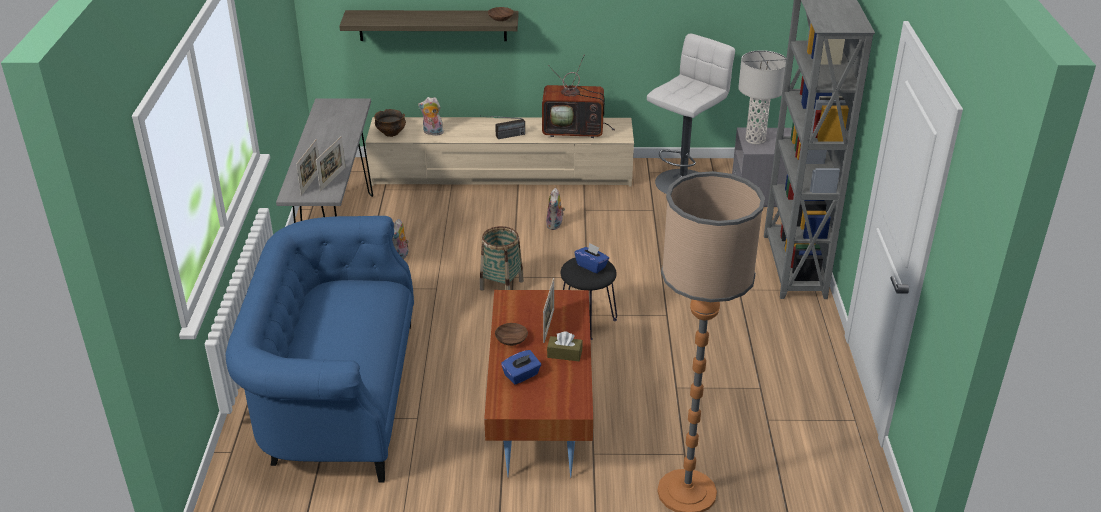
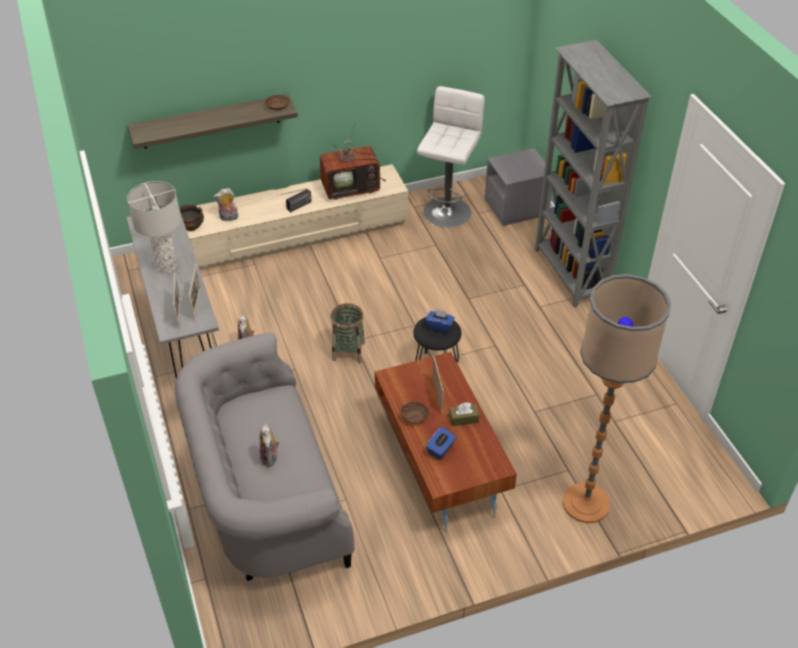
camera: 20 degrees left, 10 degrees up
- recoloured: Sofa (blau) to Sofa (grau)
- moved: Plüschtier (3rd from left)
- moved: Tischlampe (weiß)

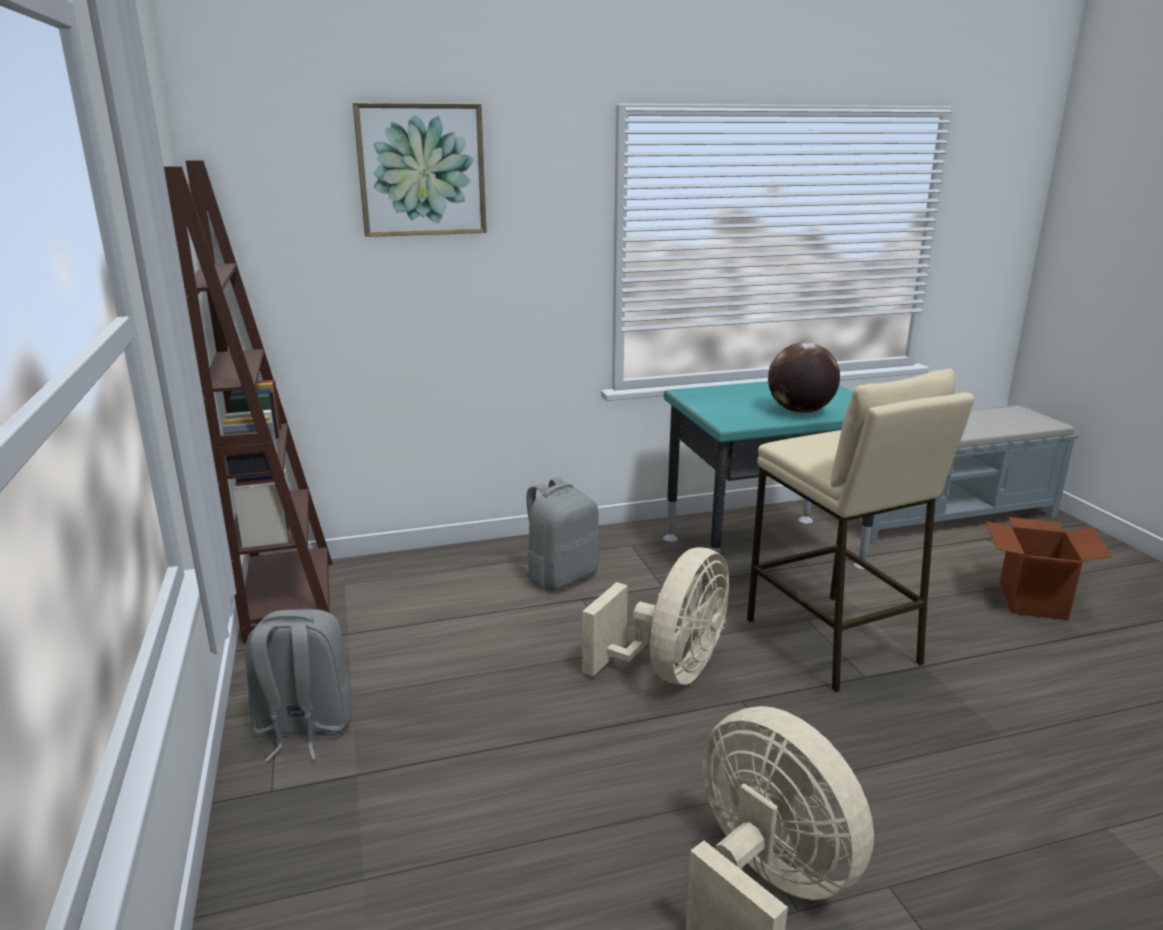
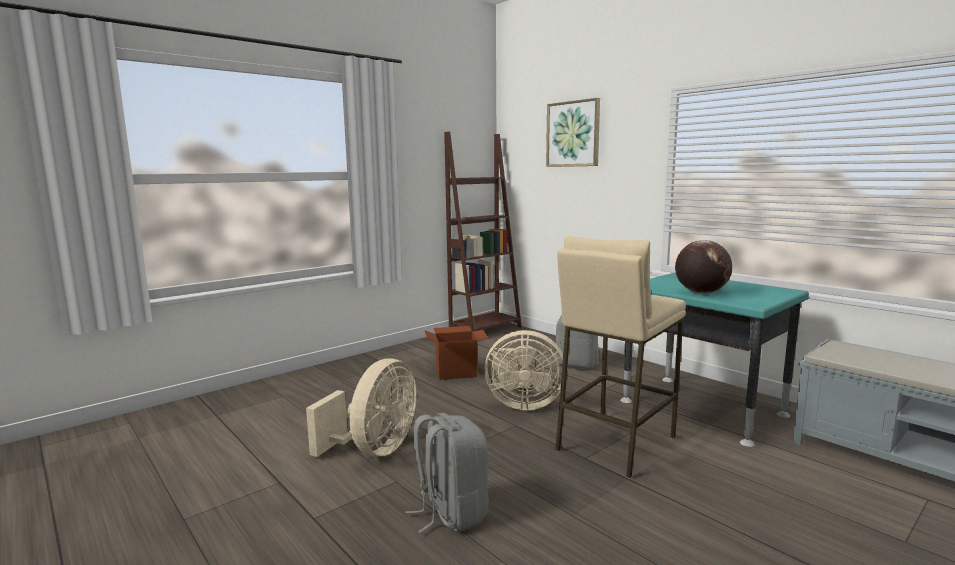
camera: 65 degrees right, 10 degrees down
- moved: Rucksack (grau) (1st from left)
- moved: Karton

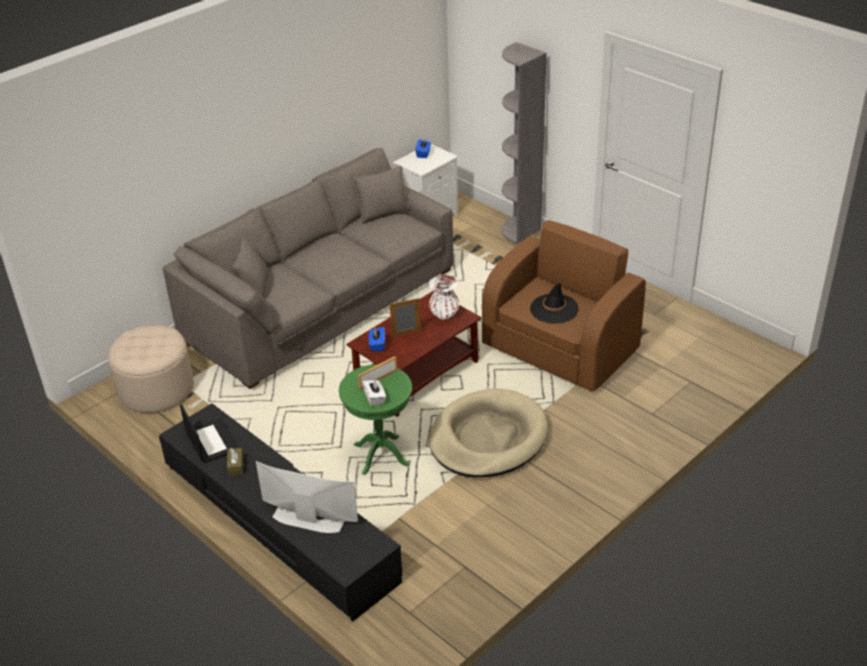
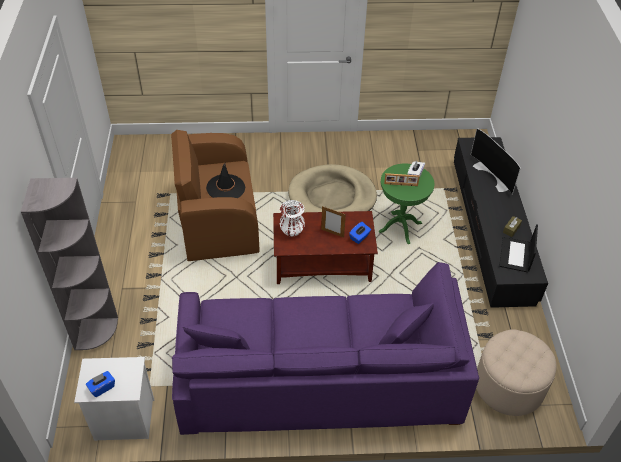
camera: 140 degrees left, 10 degrees up
- recoloured: Sofa (grau) to Sofa (lila)

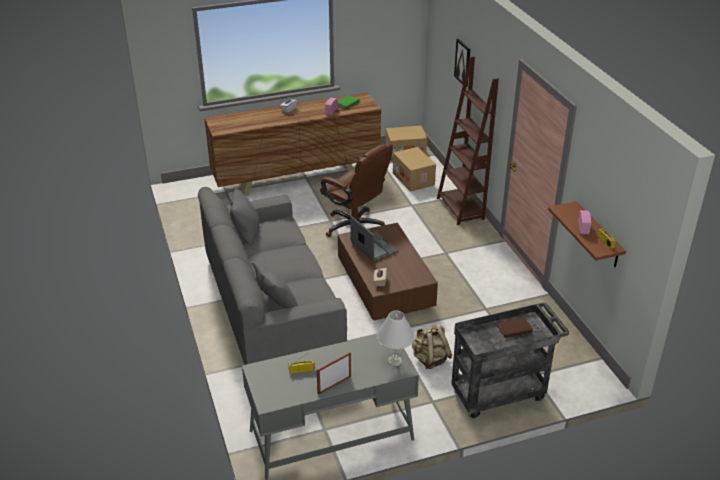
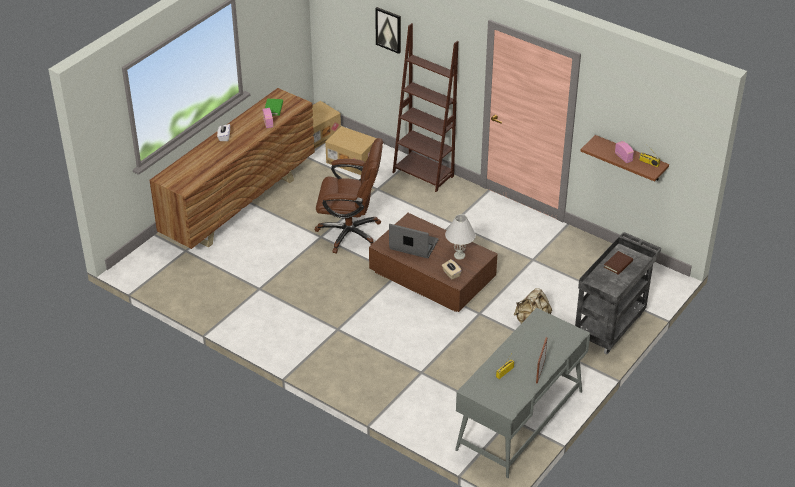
camera: 35 degrees left, 5 degrees up
- removed: Sofa (grau)
- moved: Tischlampe (weiß)

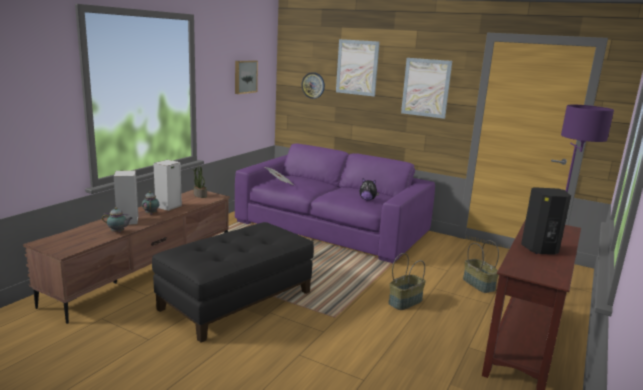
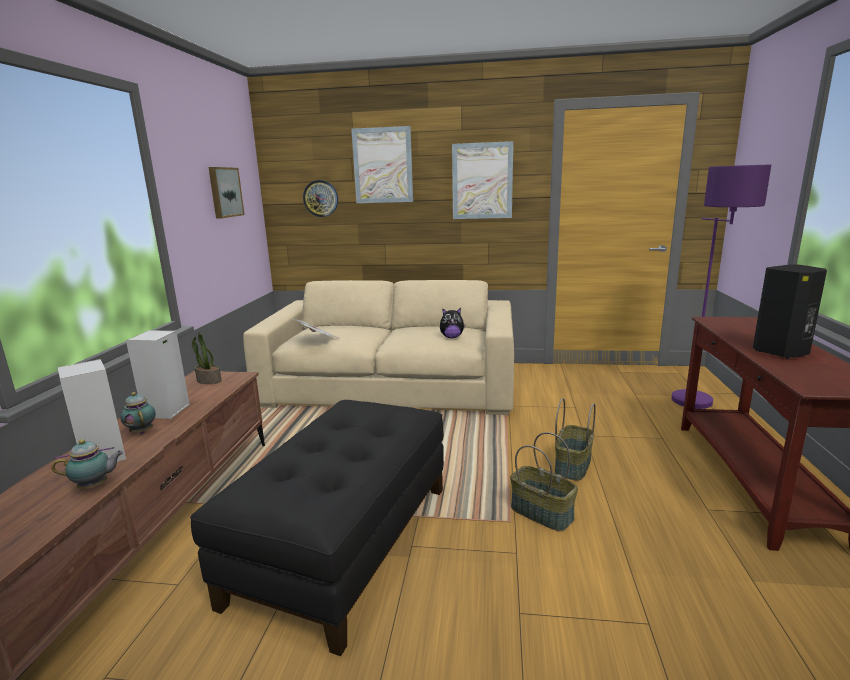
camera: 20 degrees left, 0 degrees up
- recoloured: Sofa (lila) to Sofa (beige)
- moved: Korb (2nd from left in the first image) to Korb (1st from left)

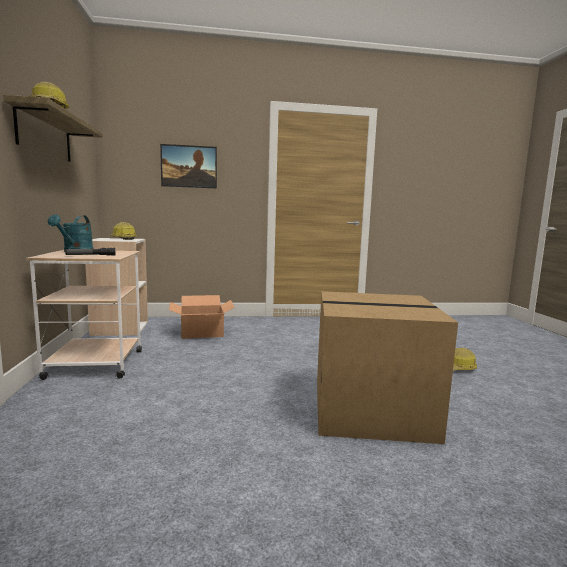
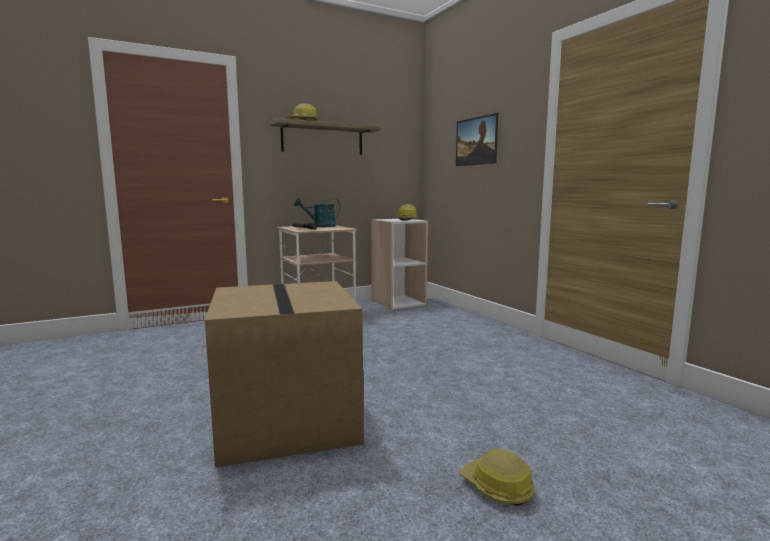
camera: 70 degrees right, 0 degrees up
- removed: Karton (1st from left)

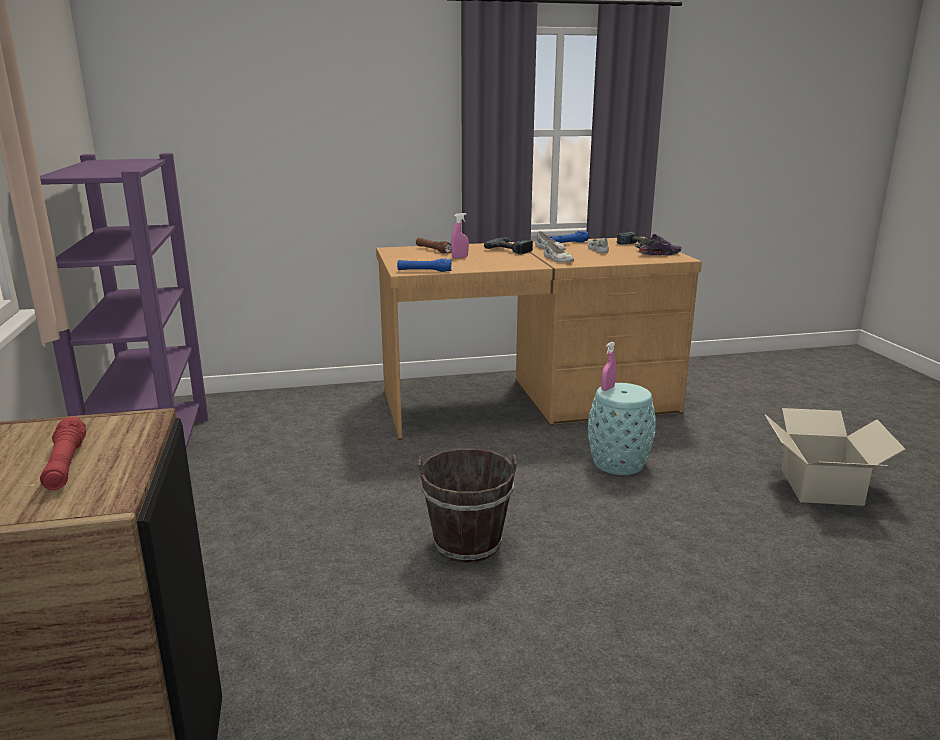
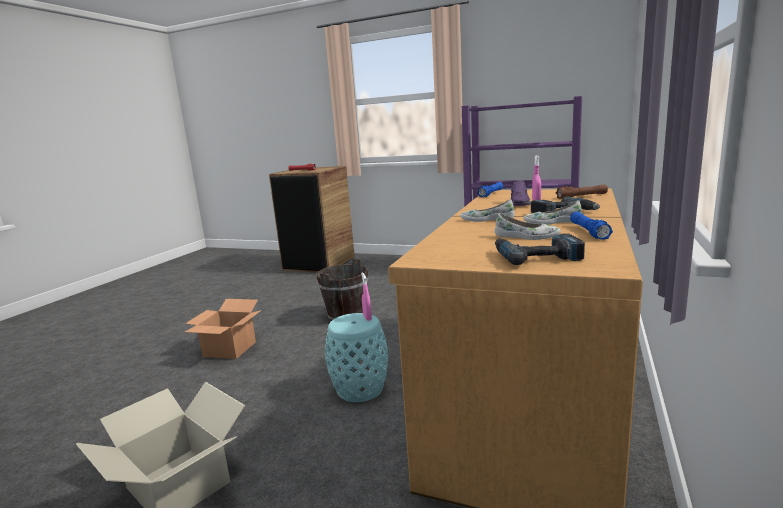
camera: 125 degrees right, 5 degrees down
- moved: Schuh (lila)
- added: Karton (2nd from left)

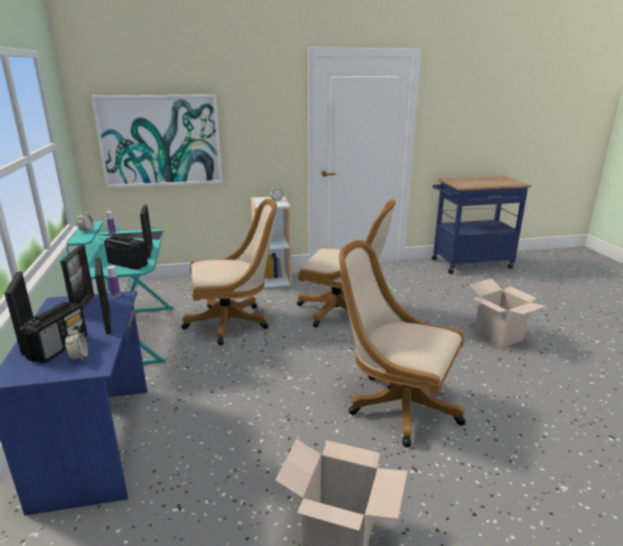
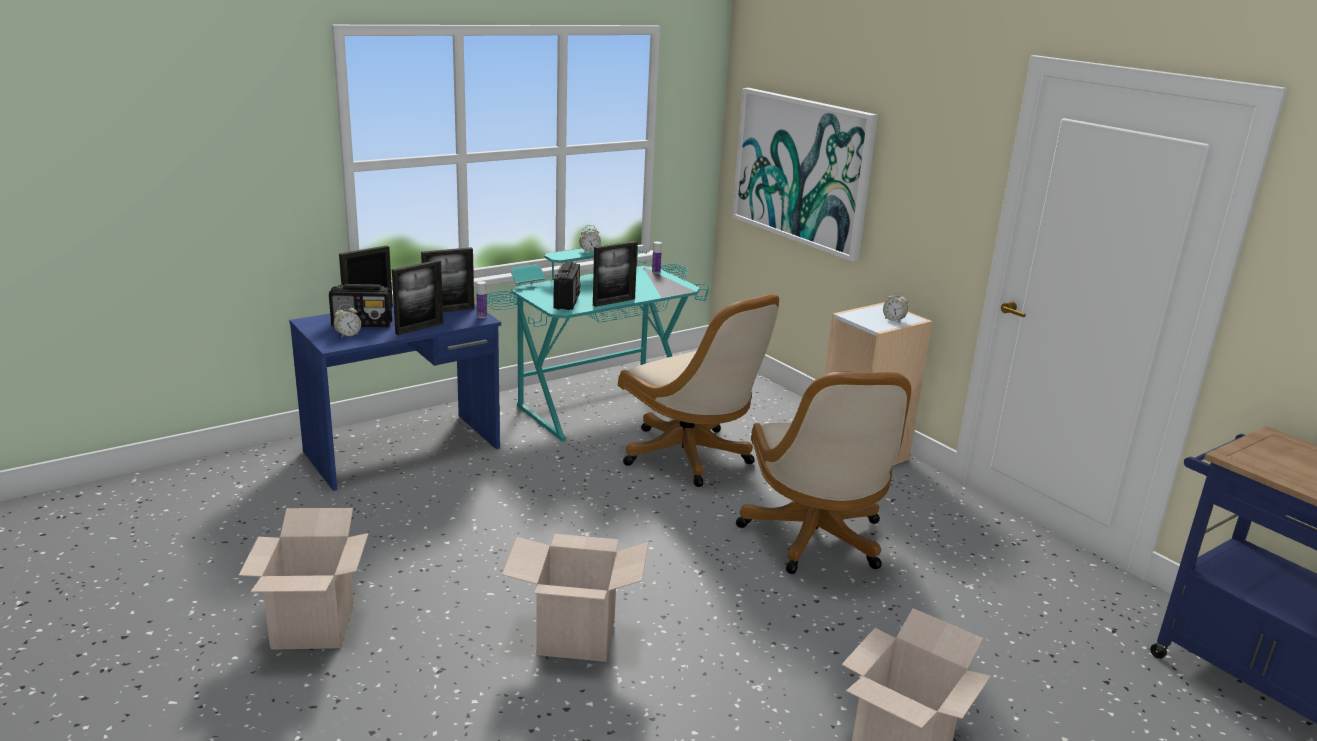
camera: 65 degrees right, 0 degrees up
- replaced: Bürostuhl (3rd from left) to Karton (2nd from left)

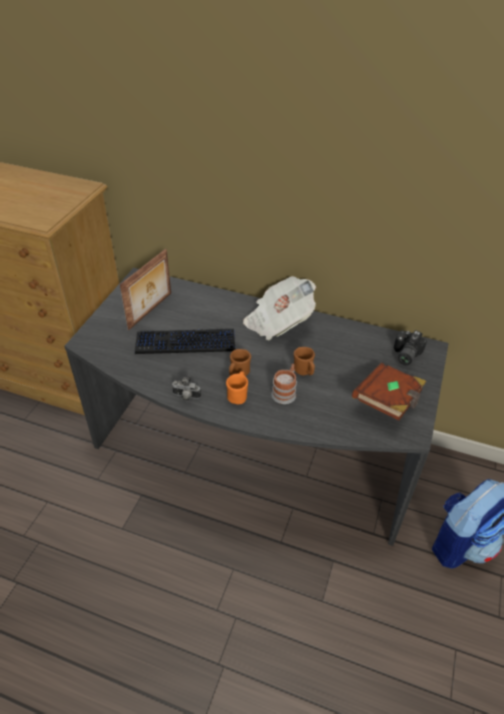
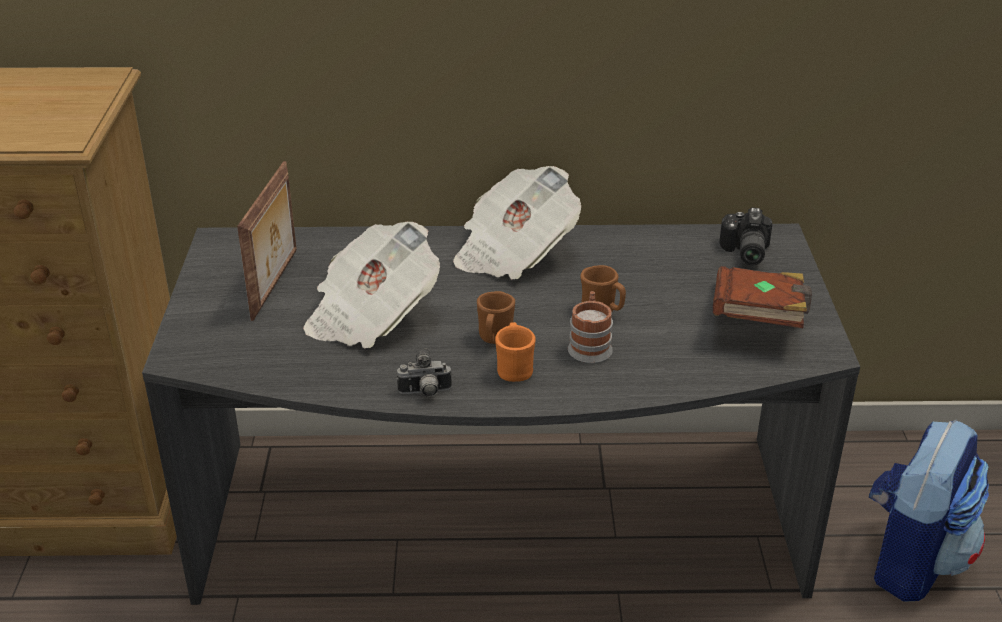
camera: 20 degrees left, 10 degrees down
- replaced: Tastatur to Zeitung (1st from left)

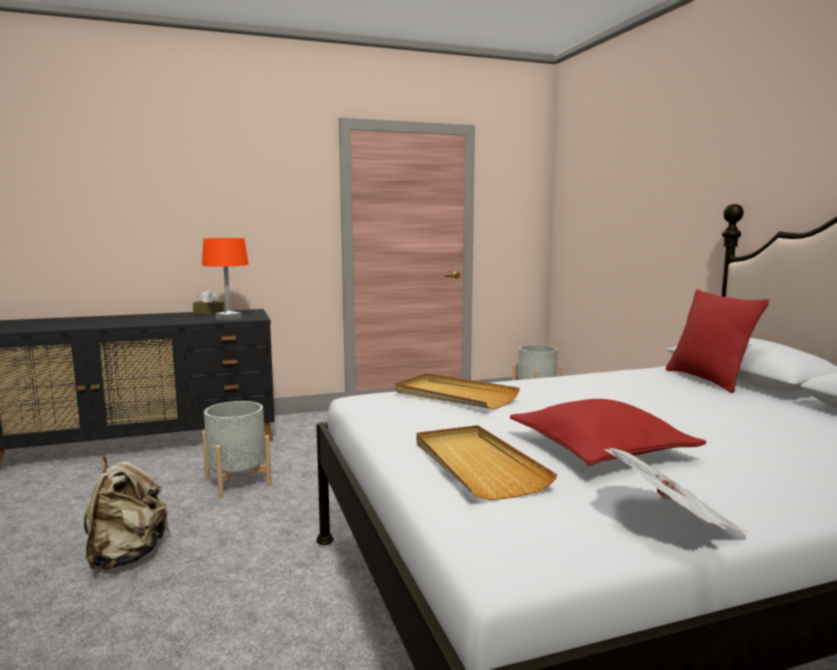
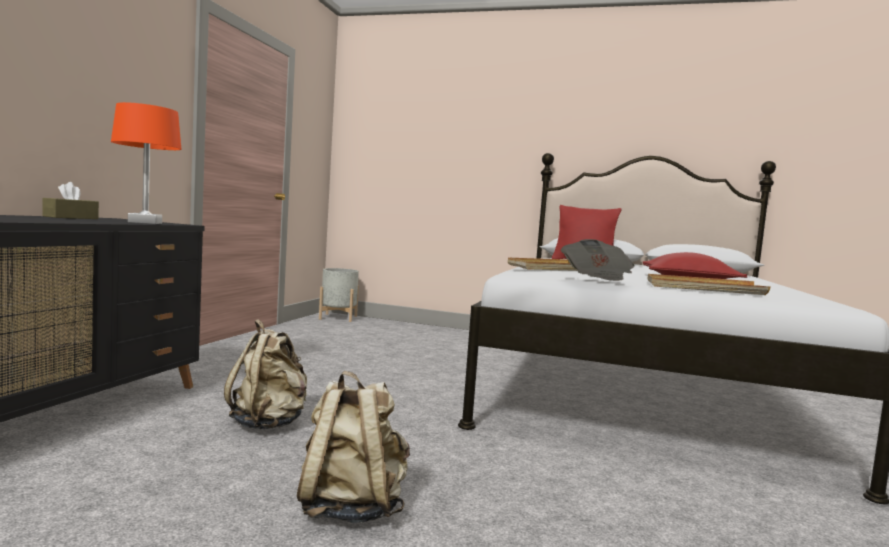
camera: 55 degrees left, 5 degrees down
- replaced: Pflanzkübel (grau) (1st from left) to Rucksack (beige) (1st from left)
- moved: Zeitung

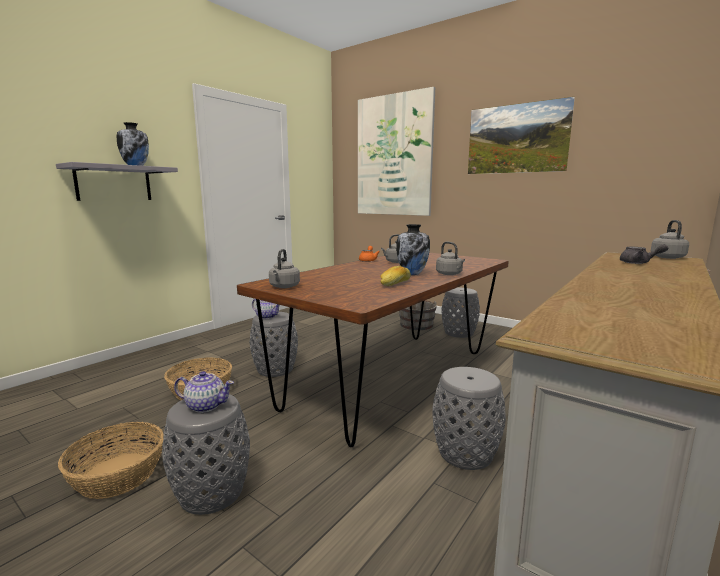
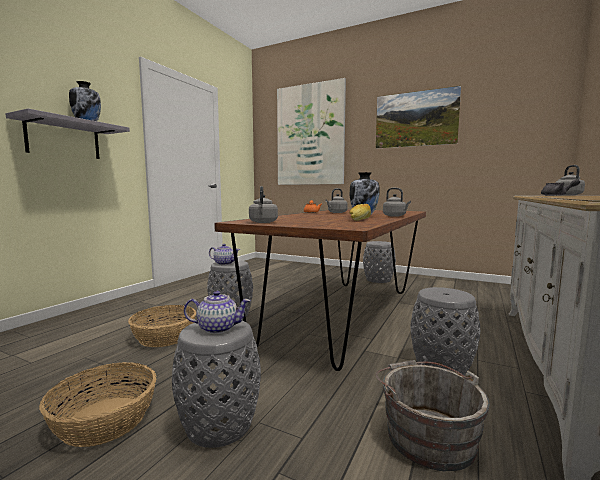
camera: 10 degrees left, 5 degrees down
- moved: Eimer (grau)

